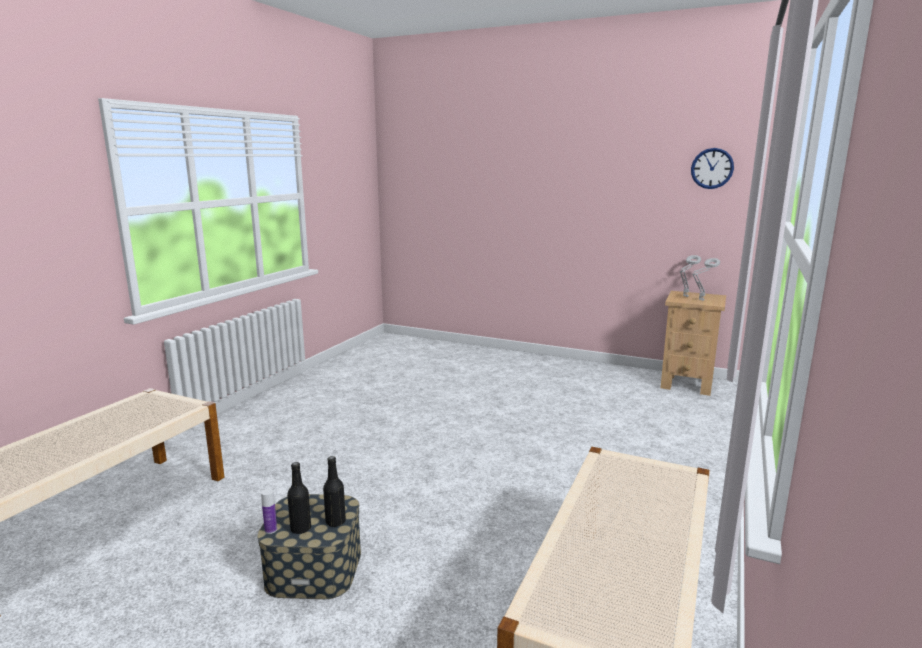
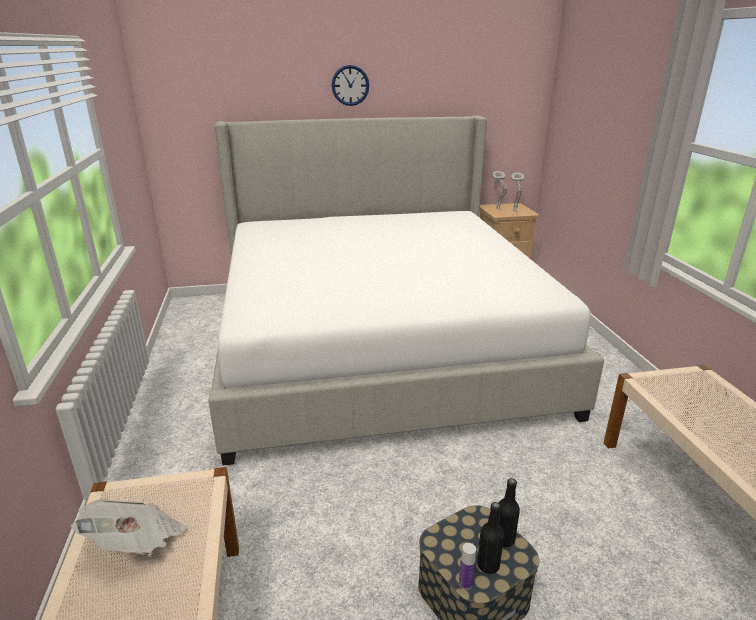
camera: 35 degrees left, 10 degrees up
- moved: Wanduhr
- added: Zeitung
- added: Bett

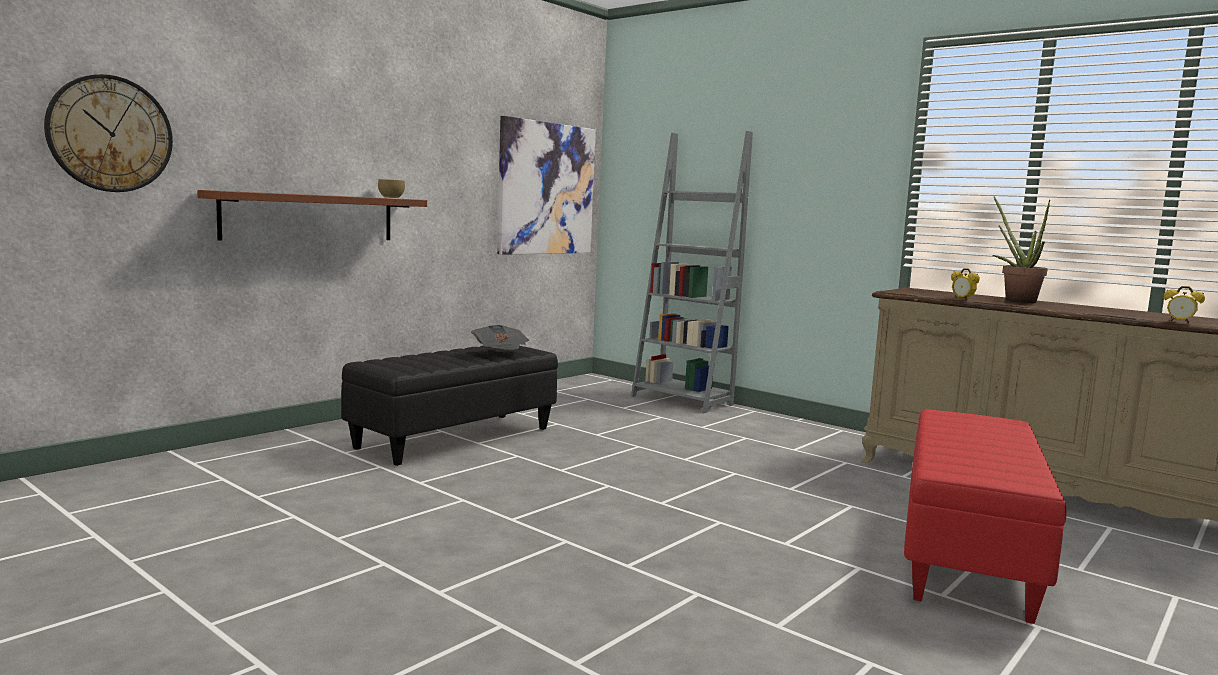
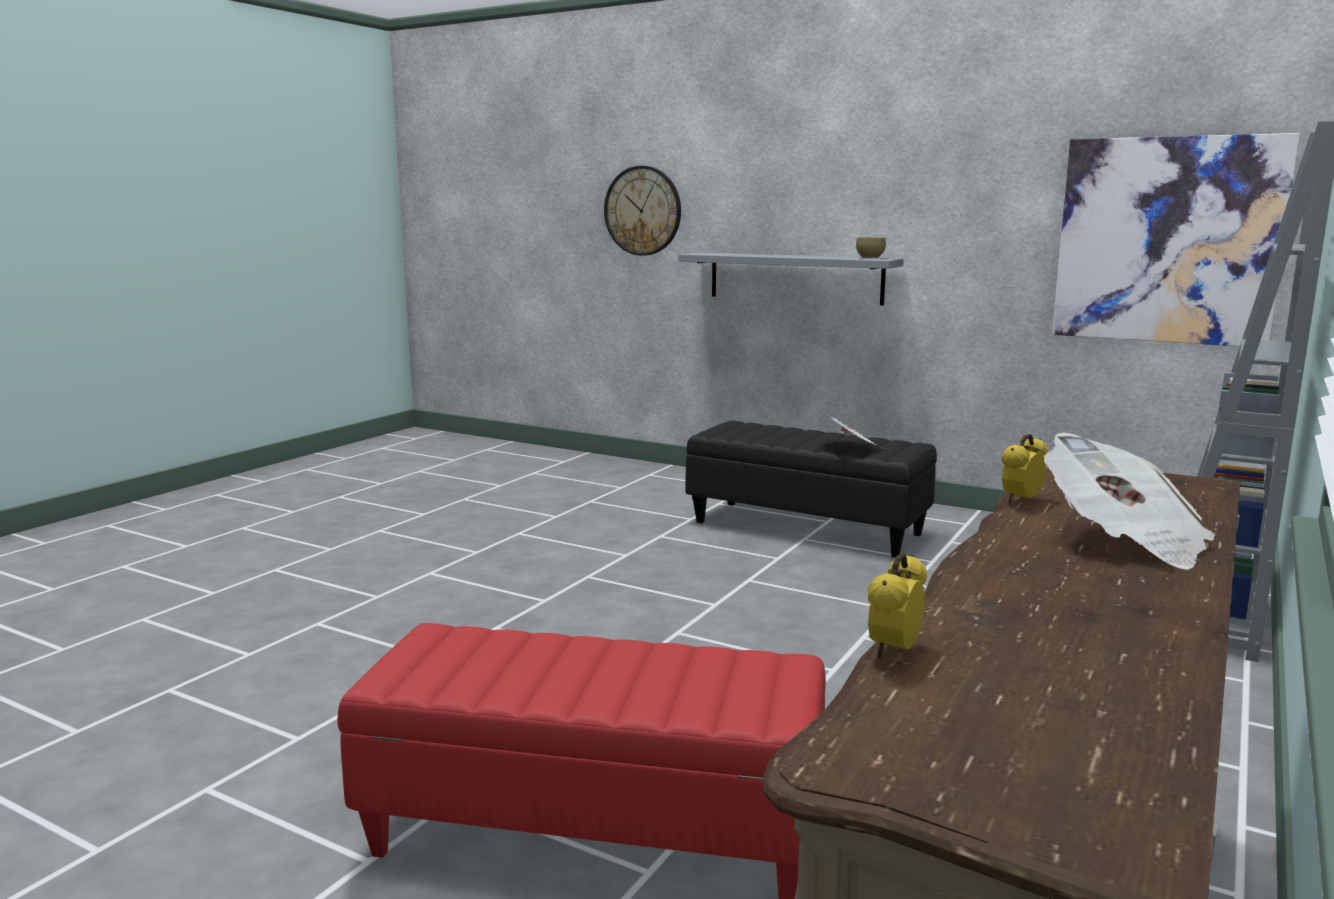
camera: 80 degrees right, 5 degrees up
- recoloured: Wandregal (braun) to Wandregal (grau)
- replaced: Topfpflanze to Zeitung (2nd from left)

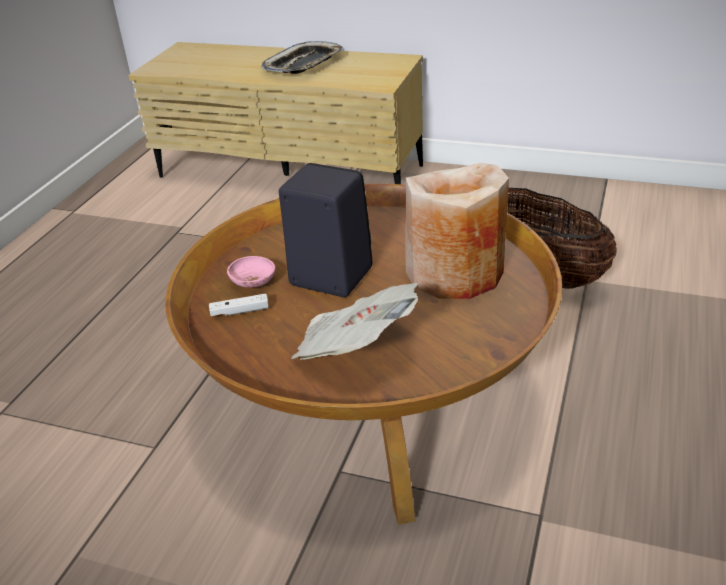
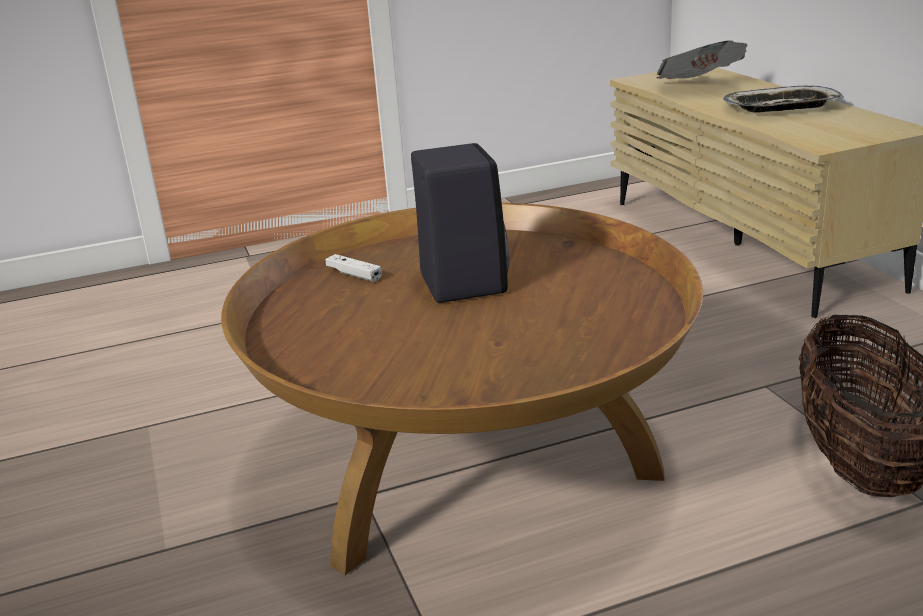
camera: 50 degrees right, 10 degrees down
- removed: Schüssel (rosa)
- moved: Zeitung
- removed: Vase (beige)

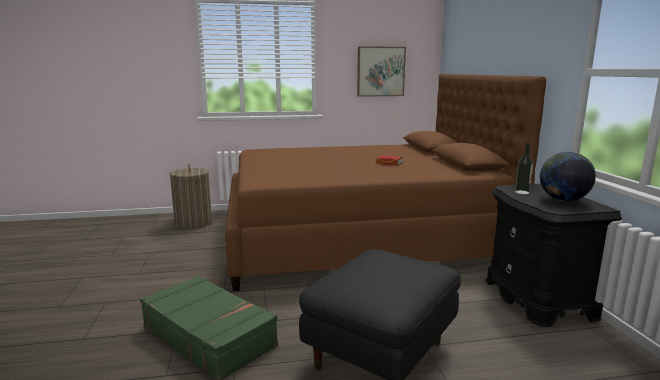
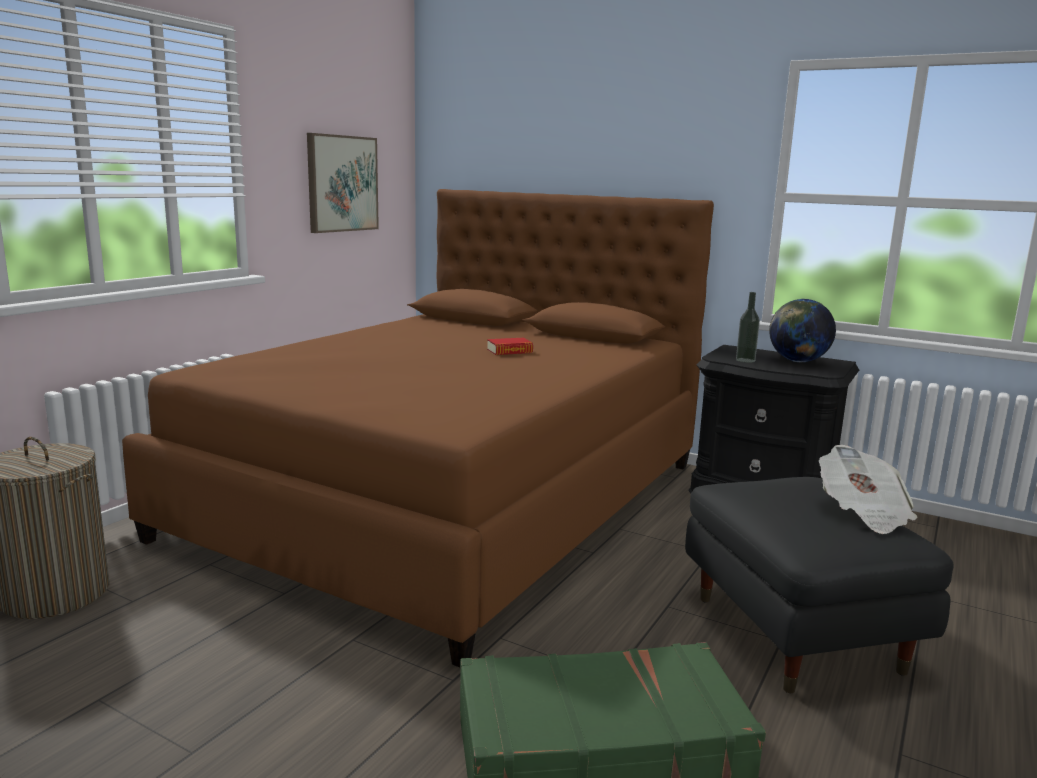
camera: 50 degrees left, 0 degrees up
- added: Zeitung

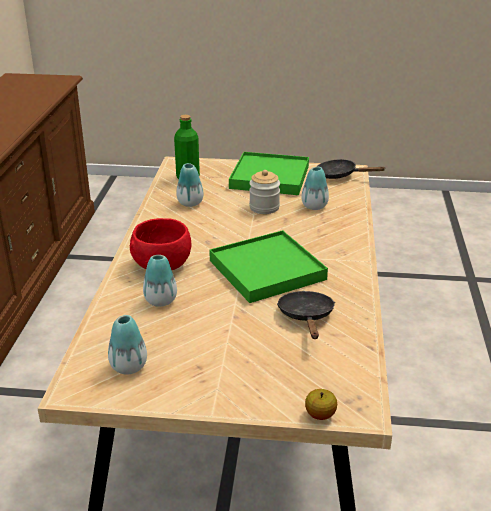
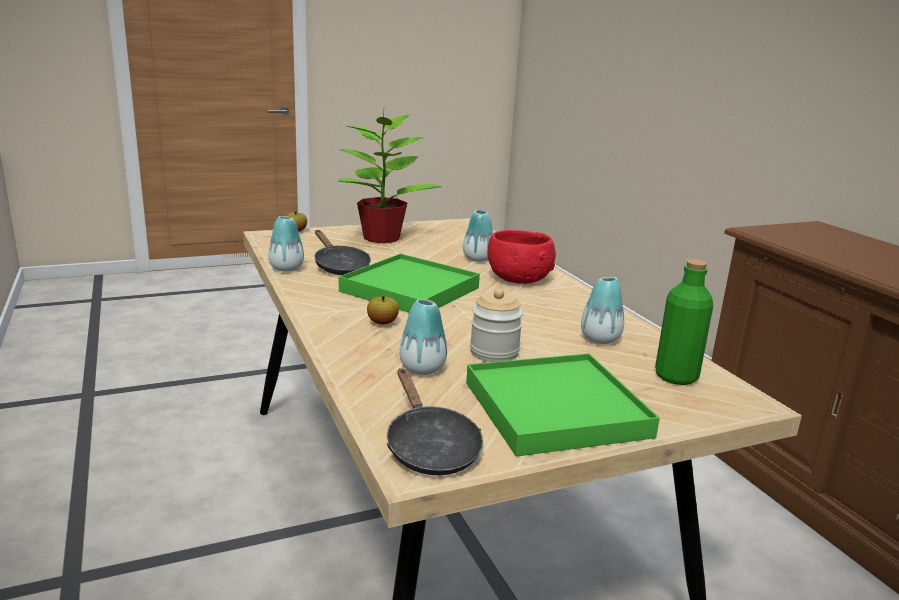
camera: 150 degrees right, 10 degrees down
- moved: Vase (1st from left)
- turned: Pfanne (schwarz) (2nd from left) 75 degrees clockwise
- added: Topfpflanze
- added: Apfel (2nd from left)

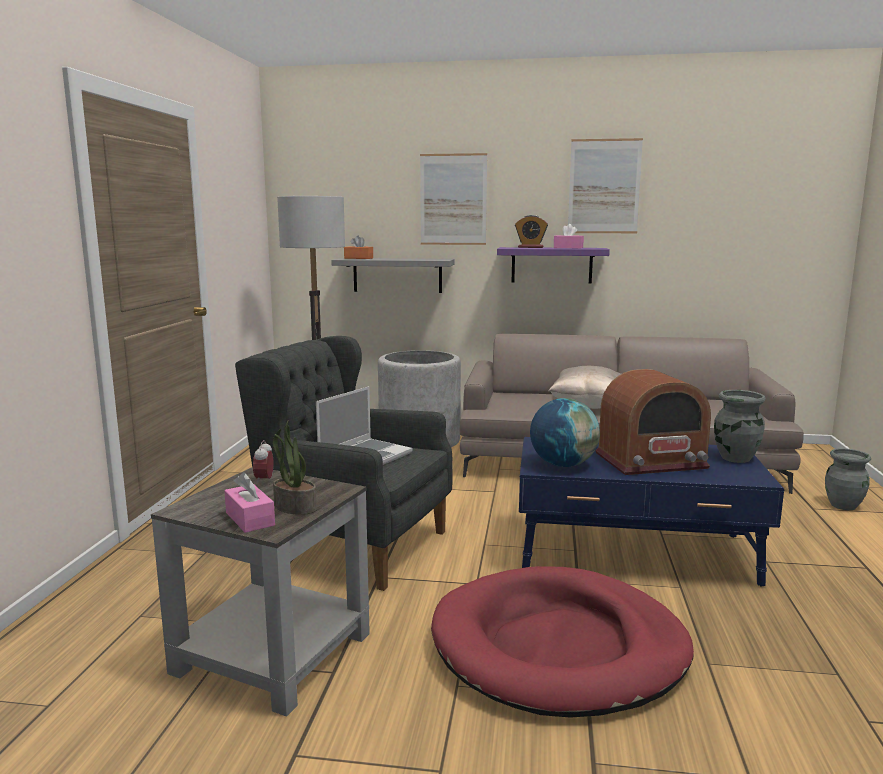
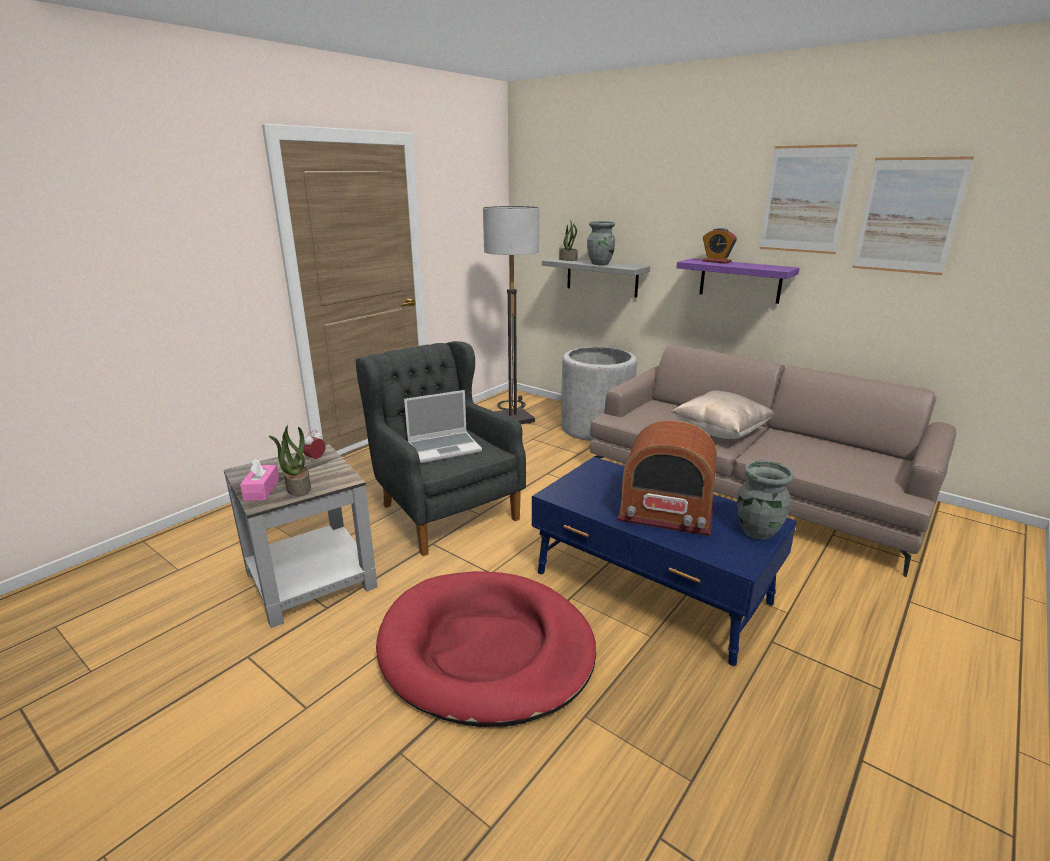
camera: 30 degrees right, 10 degrees up
- replaced: Taschentuchbox (orange) to Topfpflanze (2nd from left)
- moved: Bild (1st from left in the first image) to Bild (2nd from left)
- removed: Globus
- removed: Taschentuchbox (rosa) (2nd from left)
- moved: Vase (grau) (2nd from left in the first image) to Vase (grau) (1st from left)

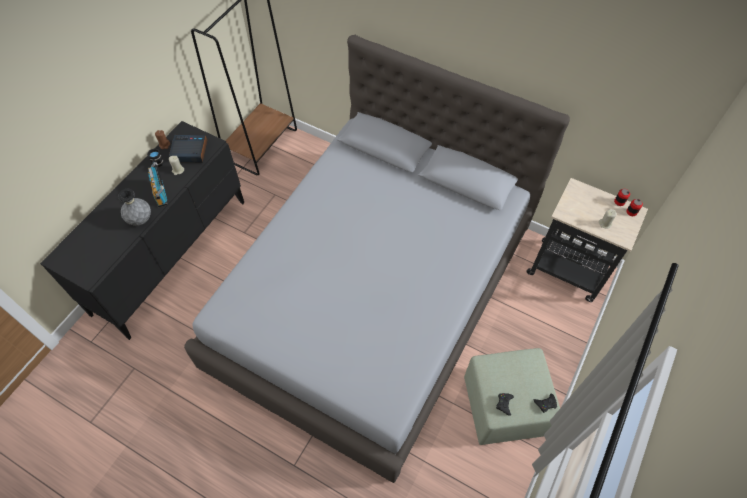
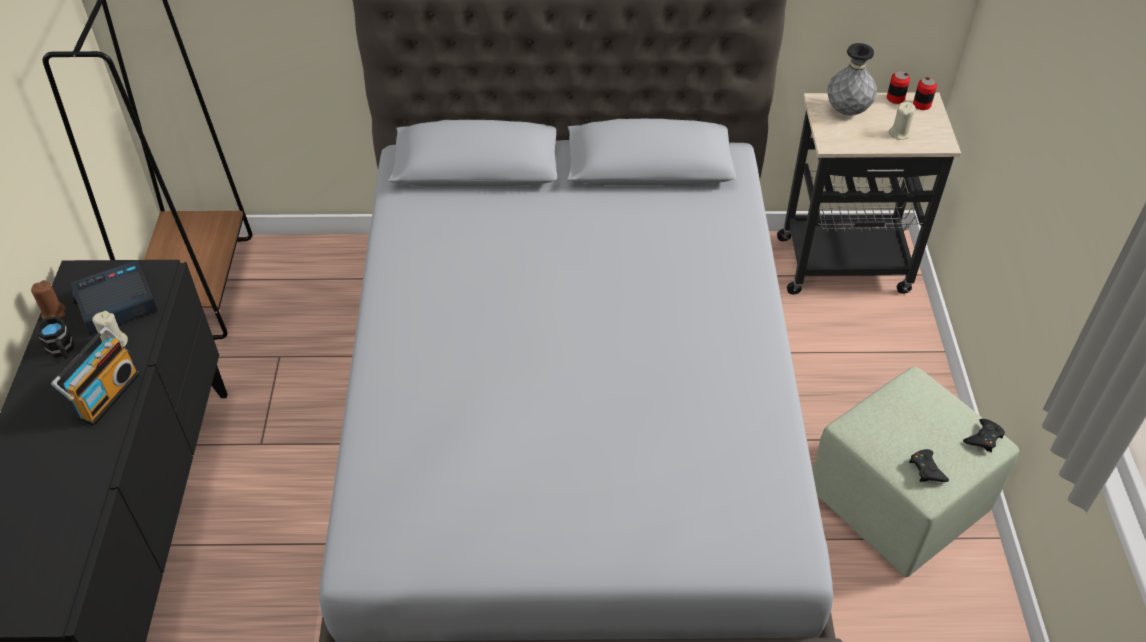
camera: 30 degrees left, 10 degrees down
- moved: Vase (grau)
- turned: Radio 105 degrees counterclockwise

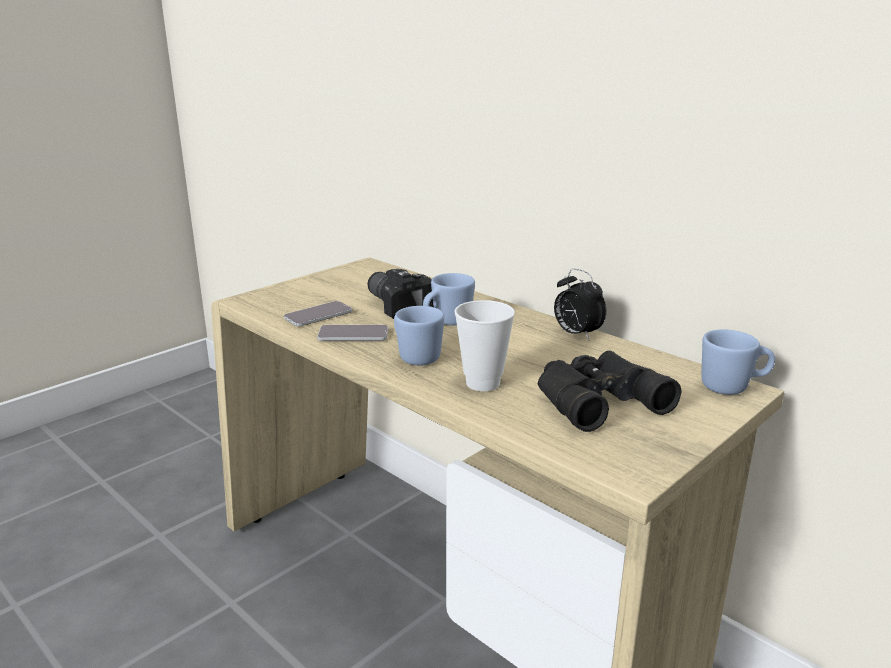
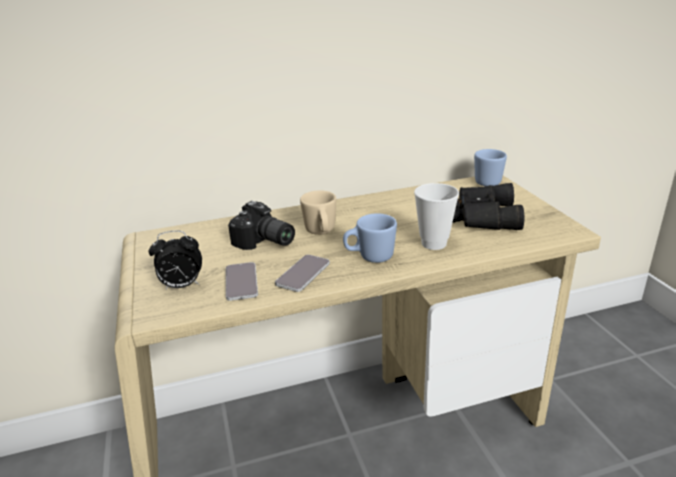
camera: 60 degrees left, 5 degrees up
- turned: Kamera 135 degrees counterclockwise
- recoloured: Henkelbecher (blau) (2nd from left) to Henkelbecher (beige)
- moved: Wecker

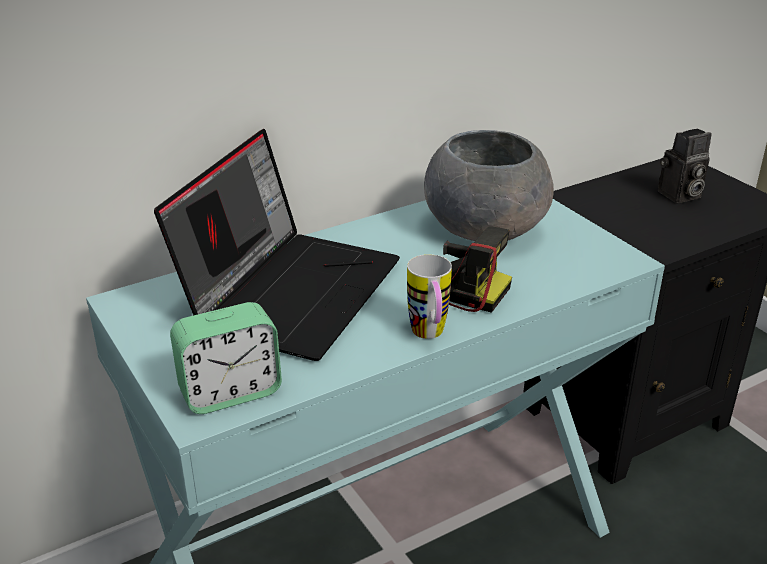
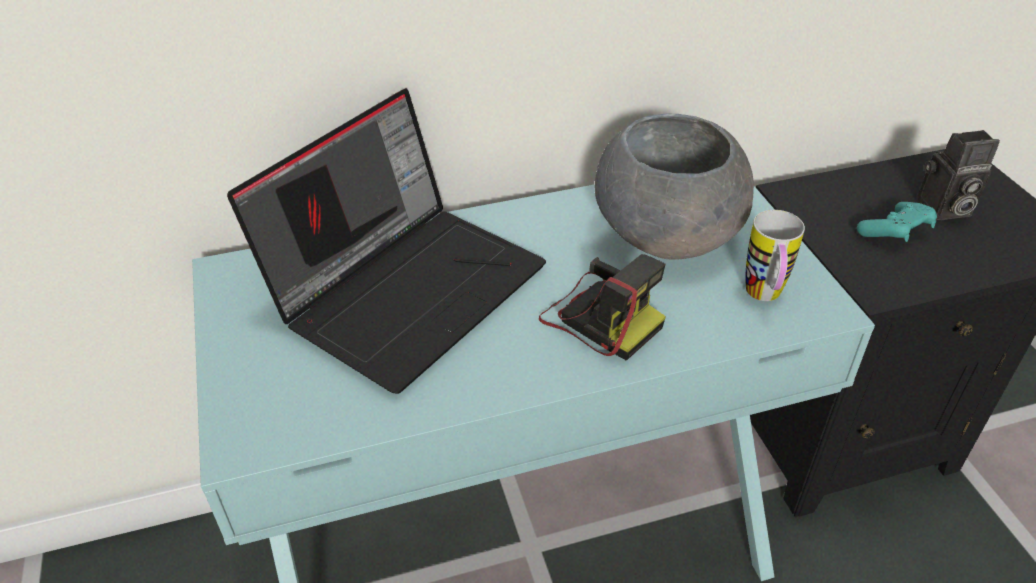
camera: 15 degrees right, 10 degrees up
- removed: Wecker
- moved: Henkelbecher
- added: Gamepad (türkis)

